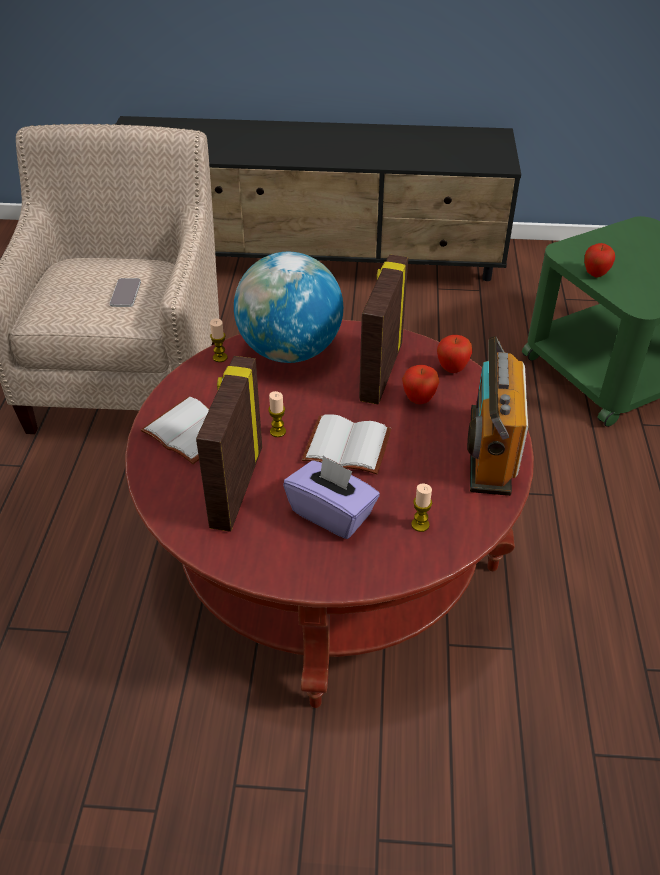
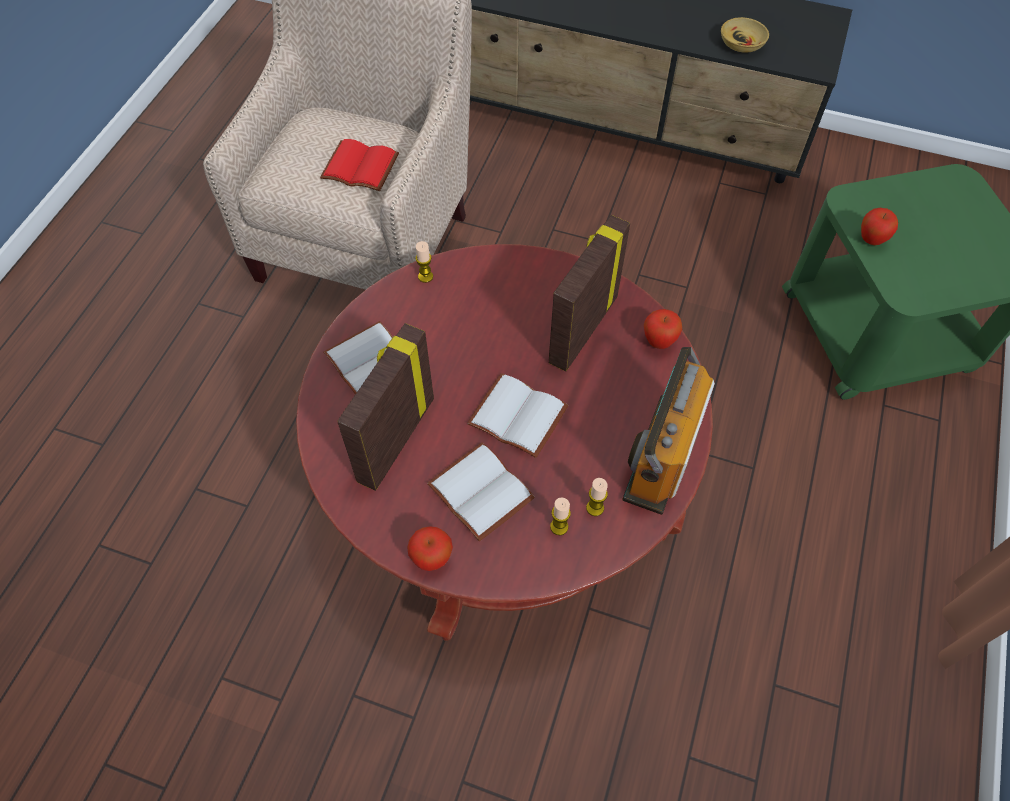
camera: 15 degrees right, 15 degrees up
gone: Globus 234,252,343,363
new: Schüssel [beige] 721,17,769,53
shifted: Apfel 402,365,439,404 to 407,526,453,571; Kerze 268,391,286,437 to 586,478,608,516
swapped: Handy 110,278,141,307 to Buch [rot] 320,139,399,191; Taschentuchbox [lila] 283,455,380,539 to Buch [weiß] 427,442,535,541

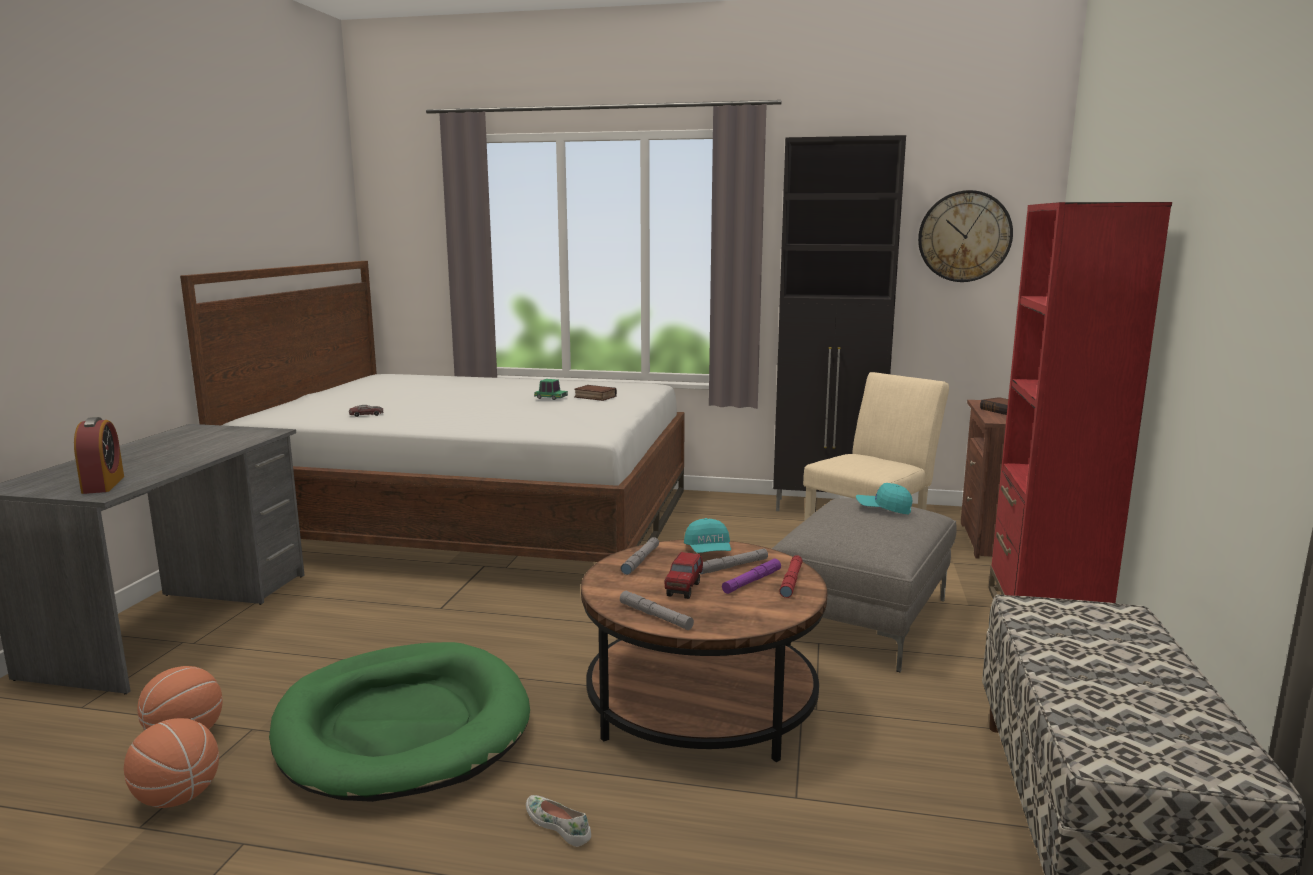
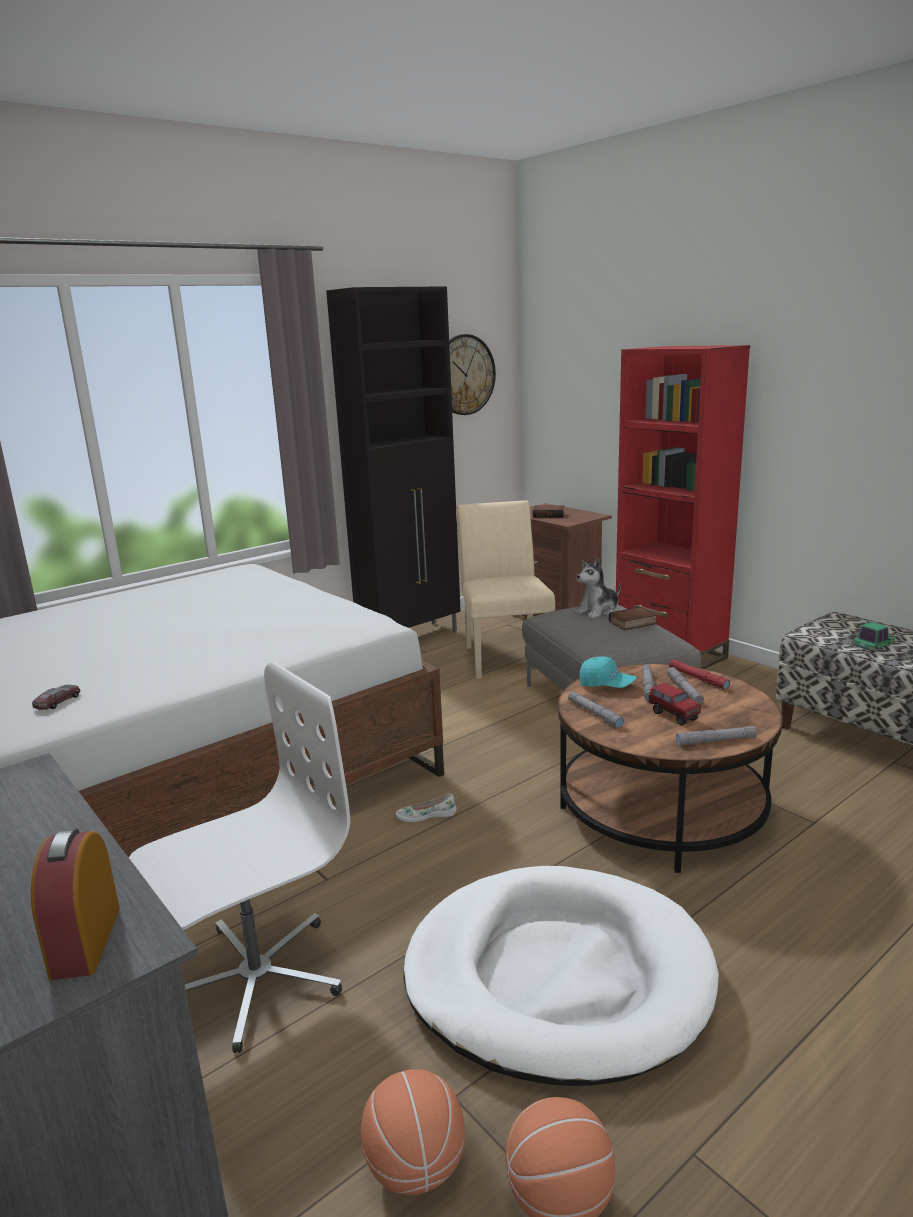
camera: 50 degrees left, 5 degrees up
new: Bürostuhl [weiß] 129,662,350,1053
shifted: Spielzeugauto 534,379,568,400 to 853,622,895,652; Buch 574,385,617,401 to 609,607,658,630; Schuh [weiß] 526,795,591,847 to 396,793,457,822
swapped: Kappe [türkis] 856,483,912,514 to Plüschtier 575,557,621,619
repainted: Taschenlampe [lila] 722,559,781,594 to Taschenlampe [grau] 667,667,704,704; Hundebett [grün] 269,642,530,802 to Hundebett [weiß] 403,866,719,1086
rotated: Wecker 74,417,124,494 = 31,828,120,980 120 degrees counterclockwise

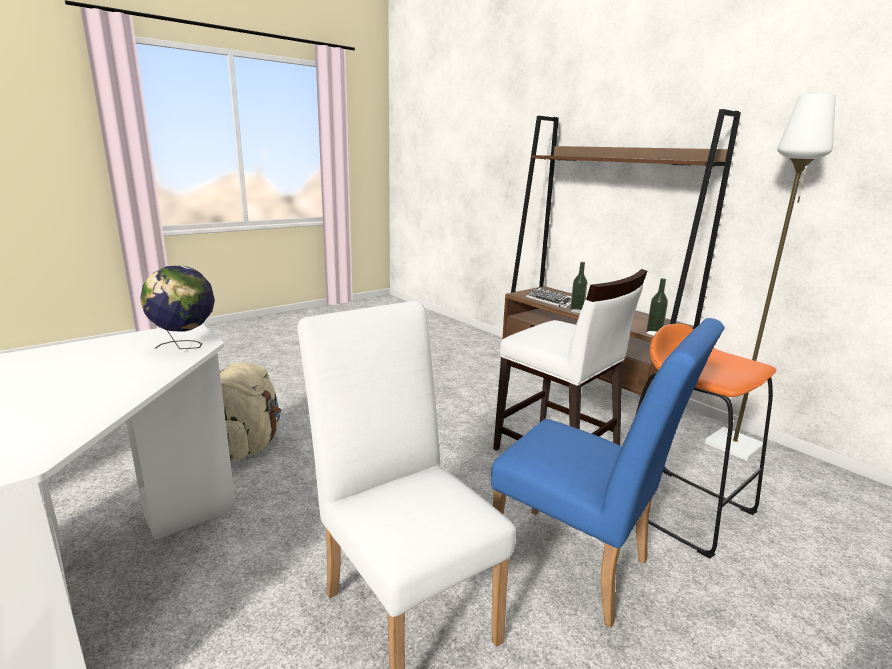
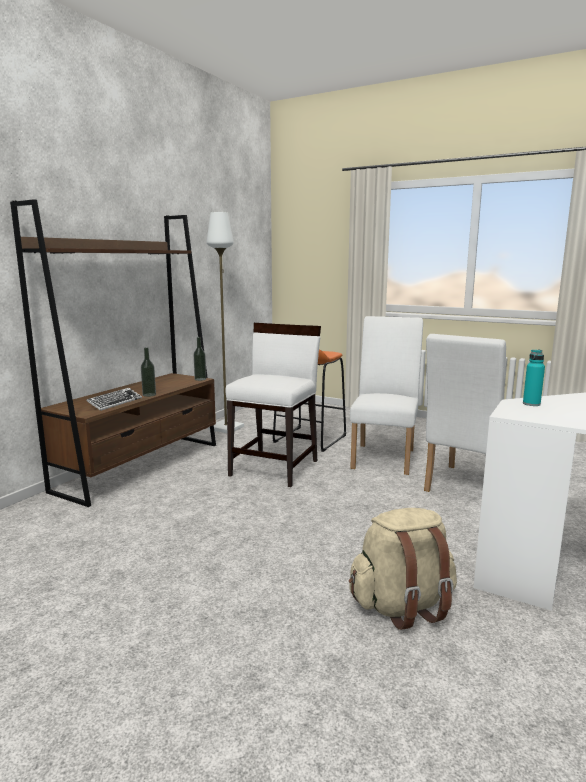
camera: 110 degrees left, 5 degrees down
swapped: Globus 141,266,215,349 to Flasche [türkis] 523,349,545,406
repainted: Stuhl [blau] 491,318,725,627 to Stuhl [weiß] 350,316,423,475

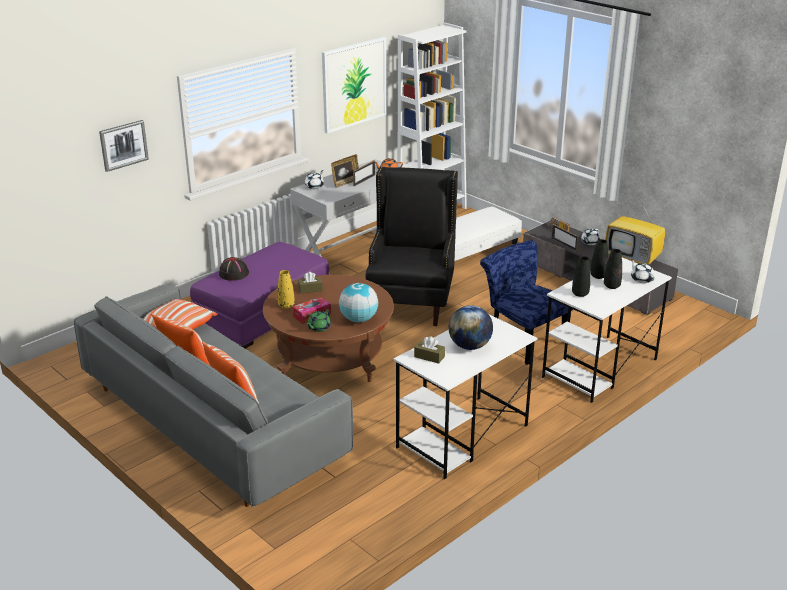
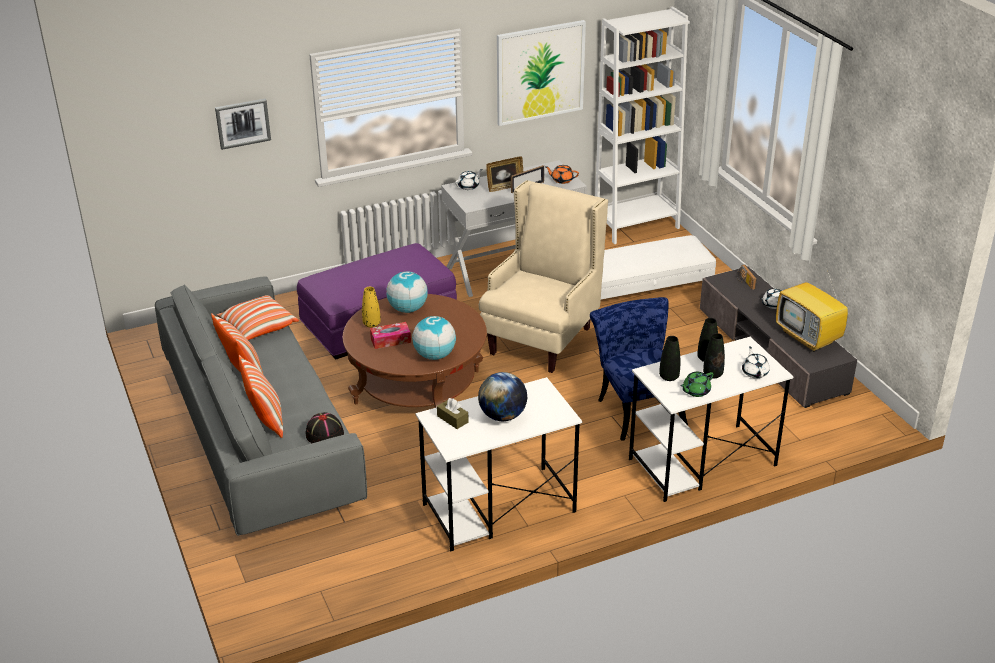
camera: 20 degrees right, 5 degrees up
gone: Bilderrahmen 551,224,579,251
shifted: Hut [schwarz] 219,257,249,281 to 306,412,344,443; Teekanne [grün] 306,310,331,332 to 680,372,713,397
swapped: Taschentuchbox [braun] 298,272,323,294 to Globus 386,271,428,313
repainted: Sessel [schwarz] 365,167,458,326 to Sessel [beige] 479,180,608,373

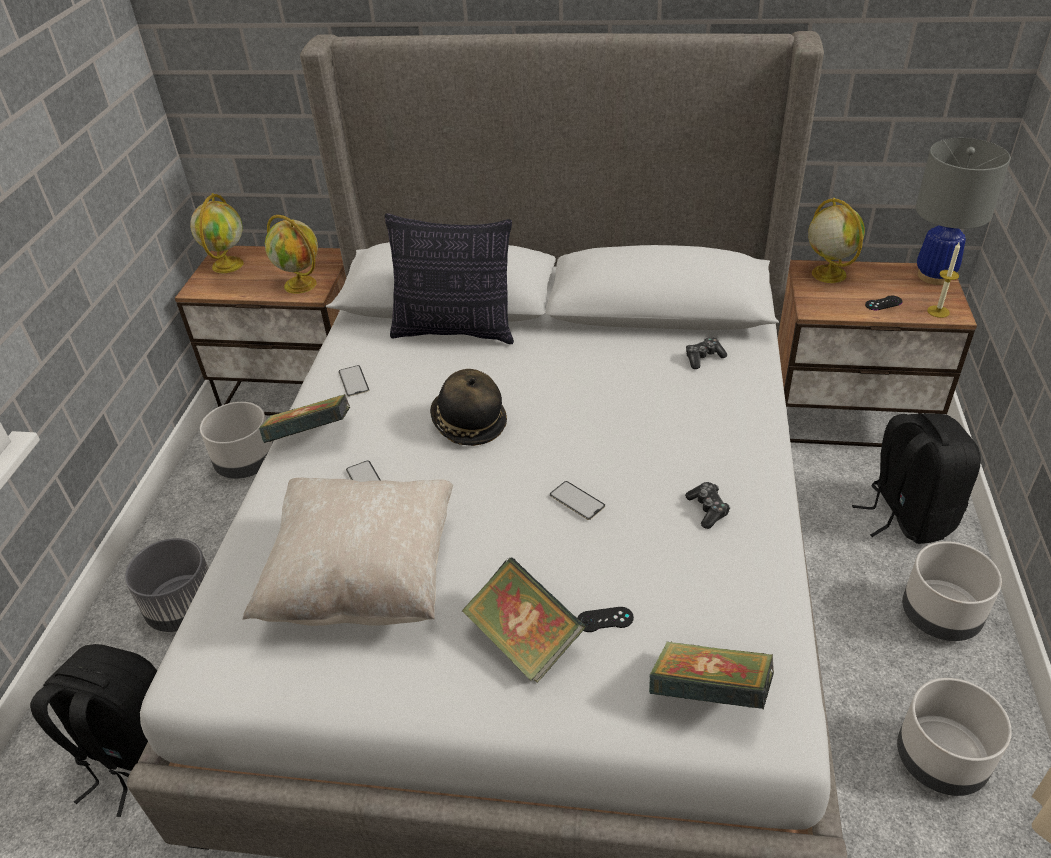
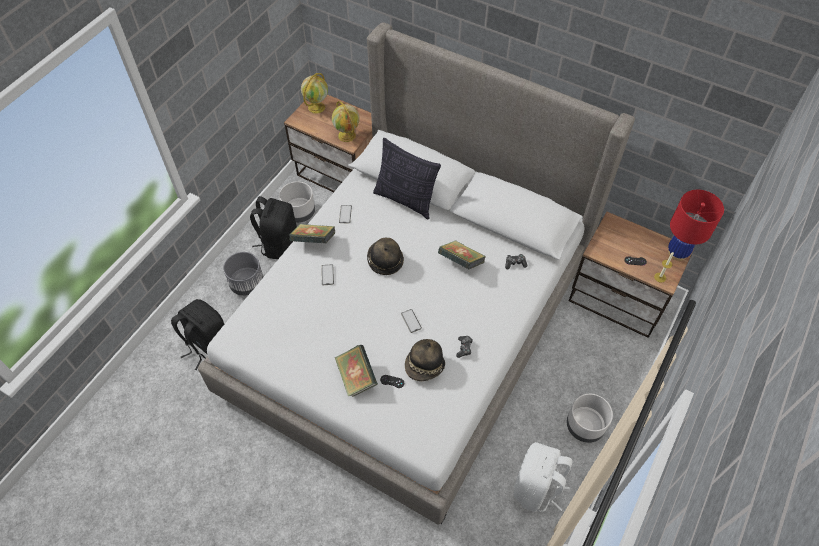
camera: 20 degrees right, 15 degrees up
gone: Globus 808,198,865,283; Kissen [beige] 243,478,453,626
new: Hut 405,339,445,381
shifted: Rucksack [schwarz] 852,413,981,544 to 250,196,297,259; Buch 649,642,774,710 to 438,240,486,270
swapped: Pflanzkübel [grau] 897,678,1012,796 to Rucksack [weiß] 514,442,572,512
repainted: Tischlampe [grau] 916,138,1010,285 to Tischlampe [rot] 668,190,724,261

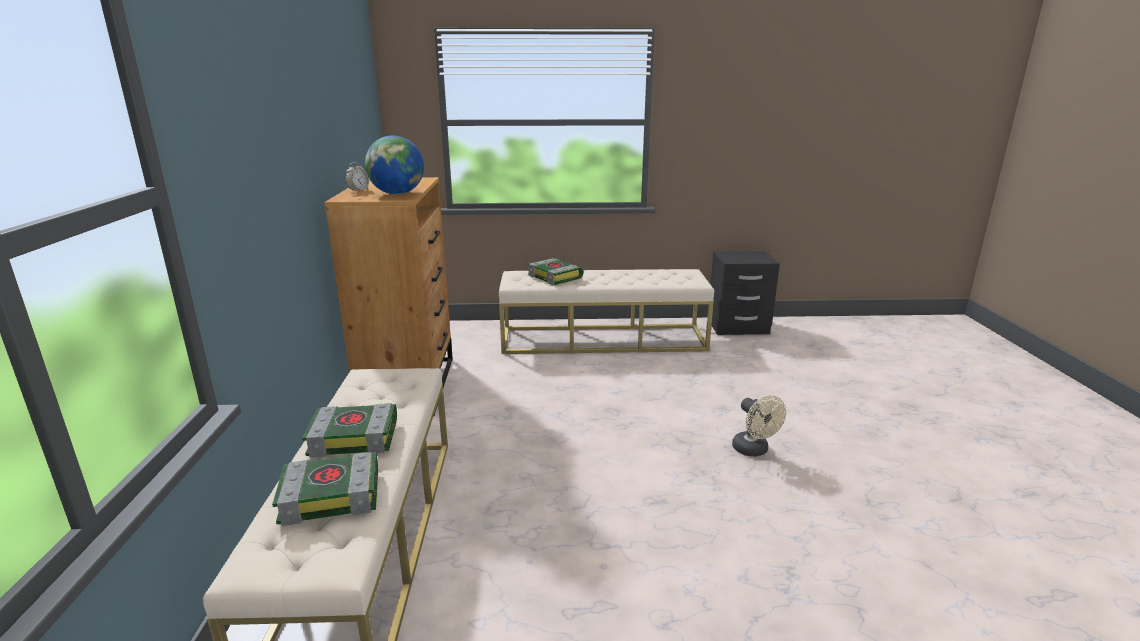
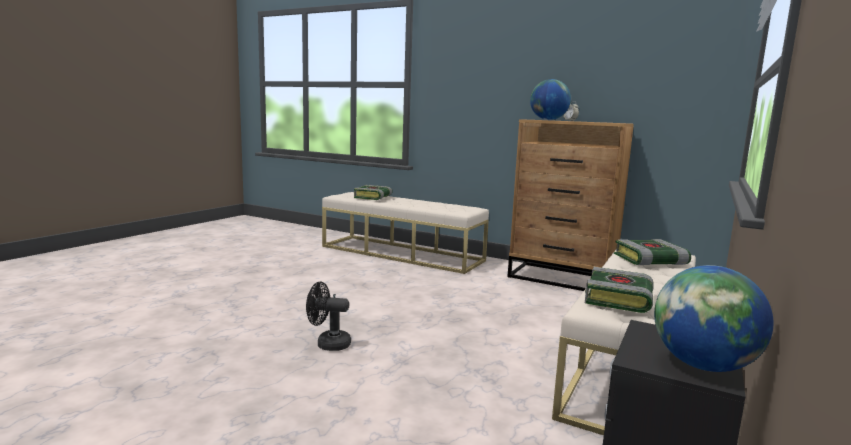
camera: 120 degrees right, 10 degrees down
new: Globus 654,265,773,372
shifted: Buch 302,403,397,458 to 585,267,654,313
repainted: Ventilator [beige] 732,395,786,457 to Ventilator [schwarz] 306,282,351,351

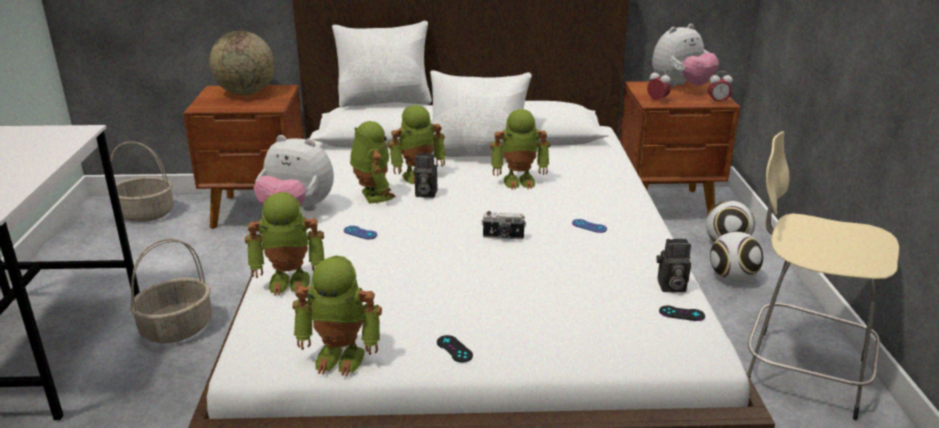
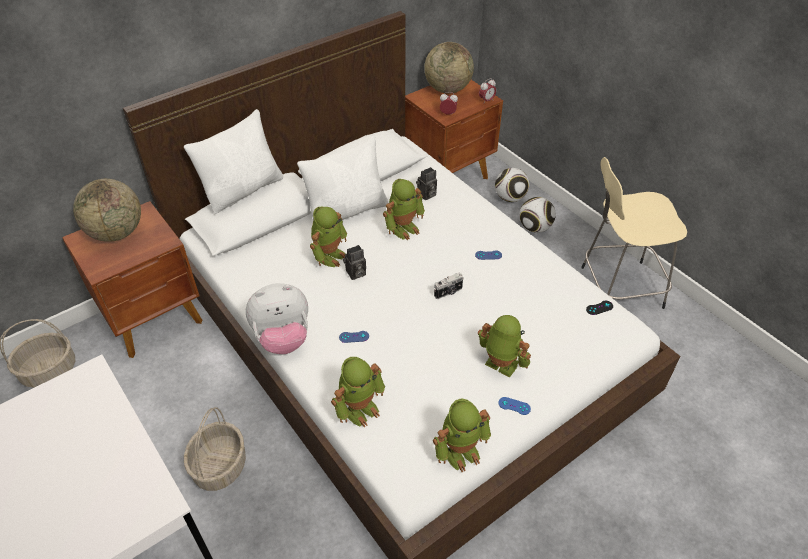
camera: 35 degrees left, 20 degrees up
shifted: Spielzeugroboter 350,121,396,204 to 477,315,531,377; Kamera 657,239,691,292 to 416,167,437,200
swapped: Plüschtier 652,24,719,87 to Globus 424,42,474,94
repainted: Gamepad [schwarz] 437,335,473,362 to Gamepad [blau] 498,397,531,415

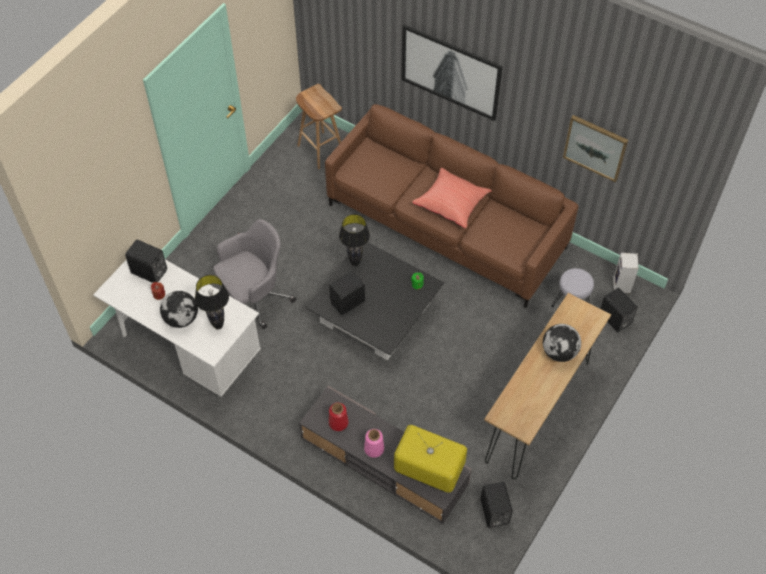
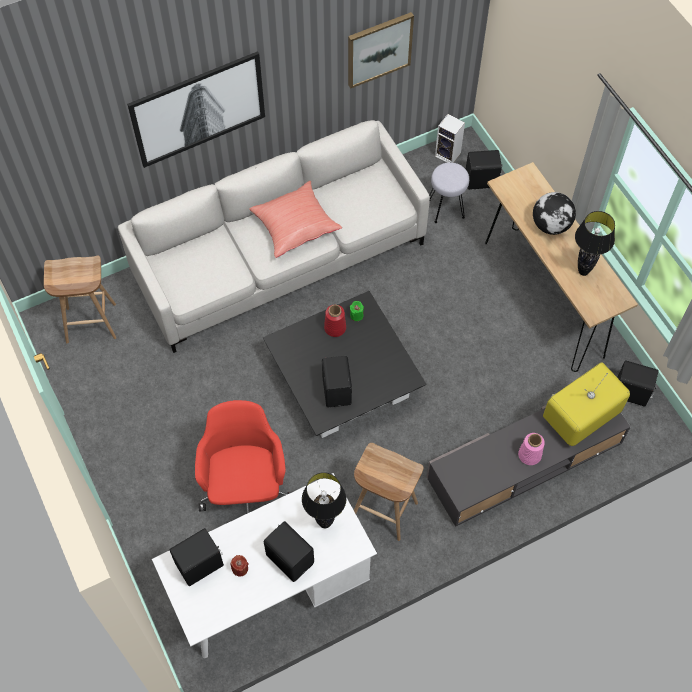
camera: 60 degrees left, 5 degrees up
new: Hocker [braun] 354,443,424,541
shifted: Tischlampe [schwarz] 339,214,370,267 to 575,211,615,276; Vase [rot] 329,403,348,431 to 324,305,346,337
swapped: Globus 160,291,198,328 to Lautsprecher [schwarz] 264,521,314,582
repainted: Sofa [braun] 325,104,578,308 to Sofa [grau] 118,120,430,353; Bürostuhl [grau] 213,219,296,329 to Bürostuhl [rot] 195,400,292,513

